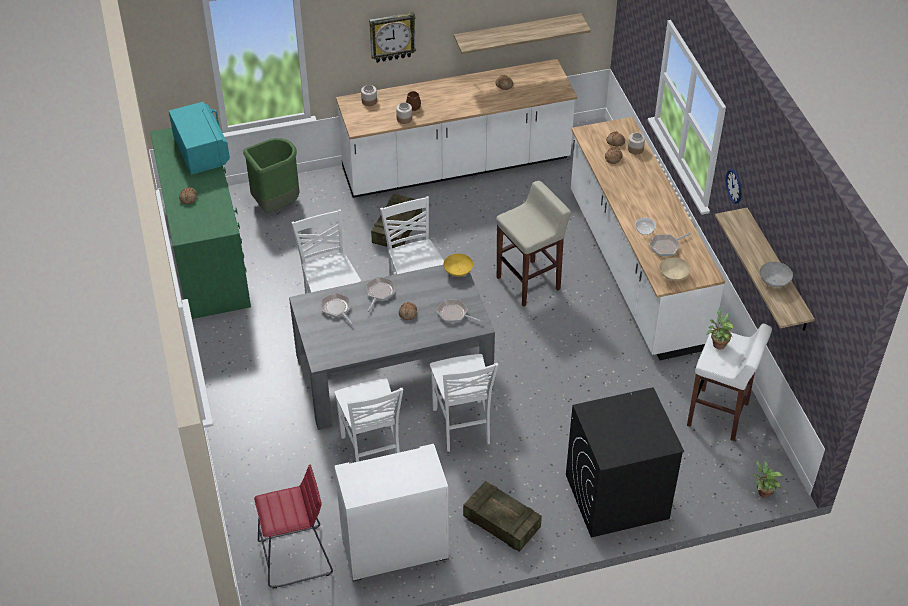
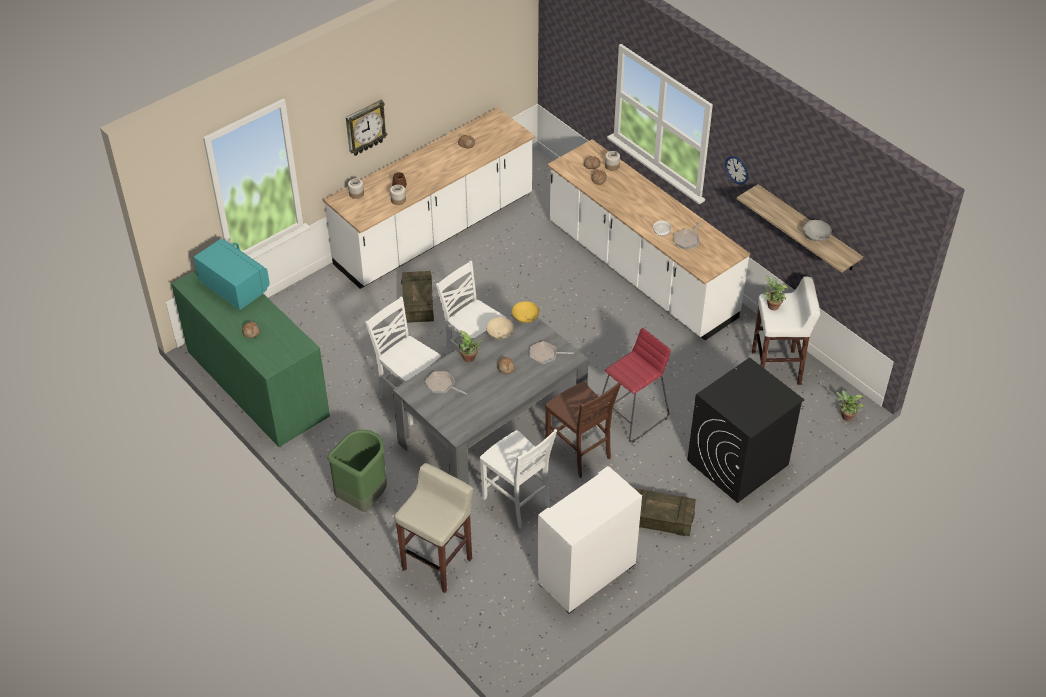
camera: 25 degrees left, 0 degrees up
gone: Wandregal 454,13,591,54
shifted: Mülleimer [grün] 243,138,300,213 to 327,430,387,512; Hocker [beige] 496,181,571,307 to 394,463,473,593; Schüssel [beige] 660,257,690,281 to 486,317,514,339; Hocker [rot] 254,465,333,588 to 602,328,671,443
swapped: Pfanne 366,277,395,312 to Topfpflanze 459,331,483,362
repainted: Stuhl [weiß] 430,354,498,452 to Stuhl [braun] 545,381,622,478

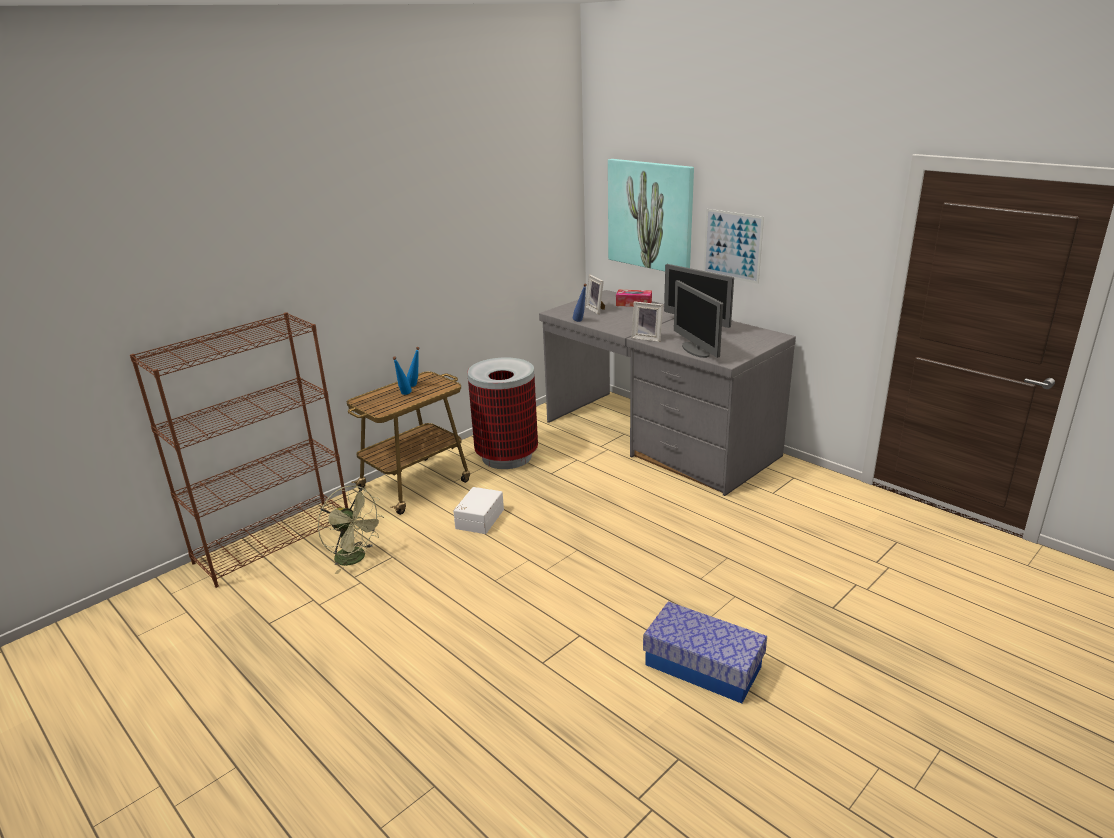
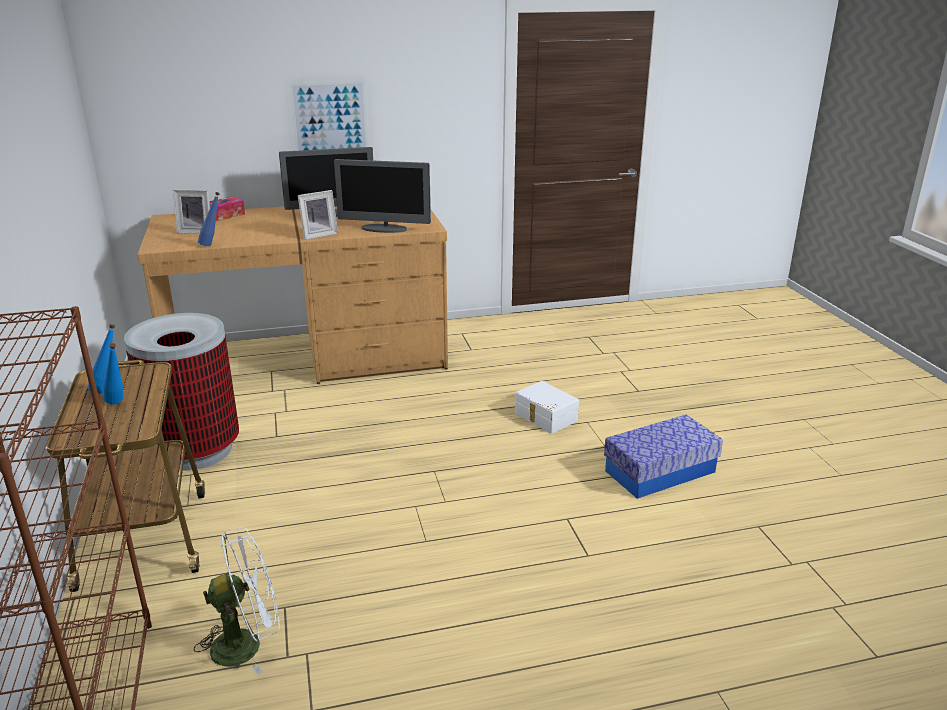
camera: 60 degrees left, 0 degrees up
gone: Bild 608,159,694,271
shifted: Aufbewahrungsbox [weiß] 453,487,504,534 to 515,381,579,434
repainted: Schreibtisch [grau] 539,290,796,496 to Schreibtisch [braun] 137,206,448,384; Ventilator [grün] 317,486,384,574 to Ventilator [weiß] 194,527,280,675

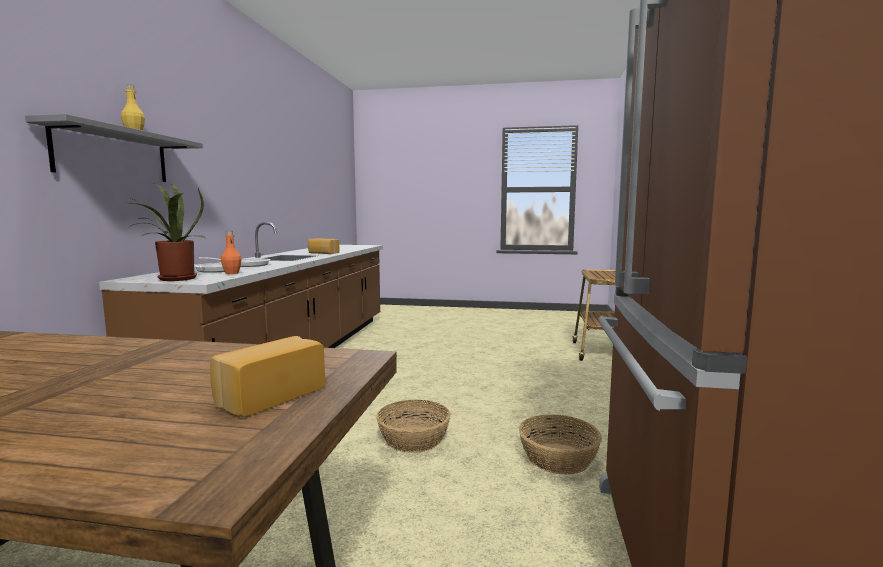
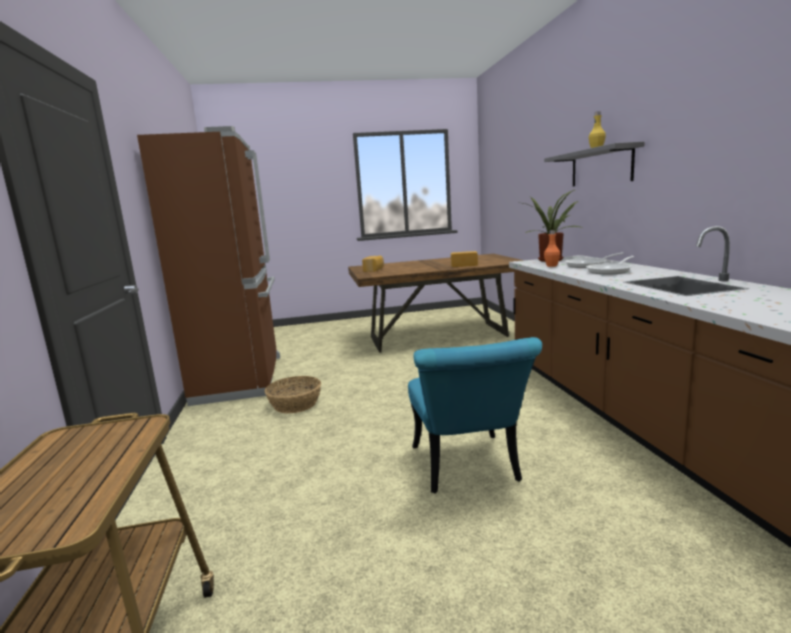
camera: 160 degrees right, 5 degrees up
gone: Korb 376,400,451,453
new: Stuhl [türkis] 408,337,542,494
shifted: Brot 308,238,340,254 to 451,251,478,267

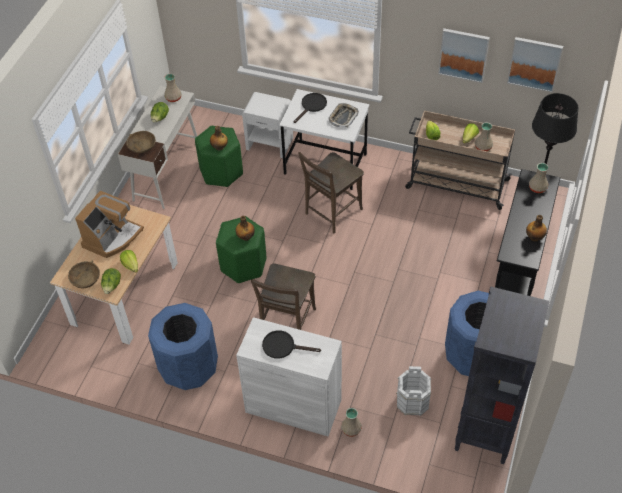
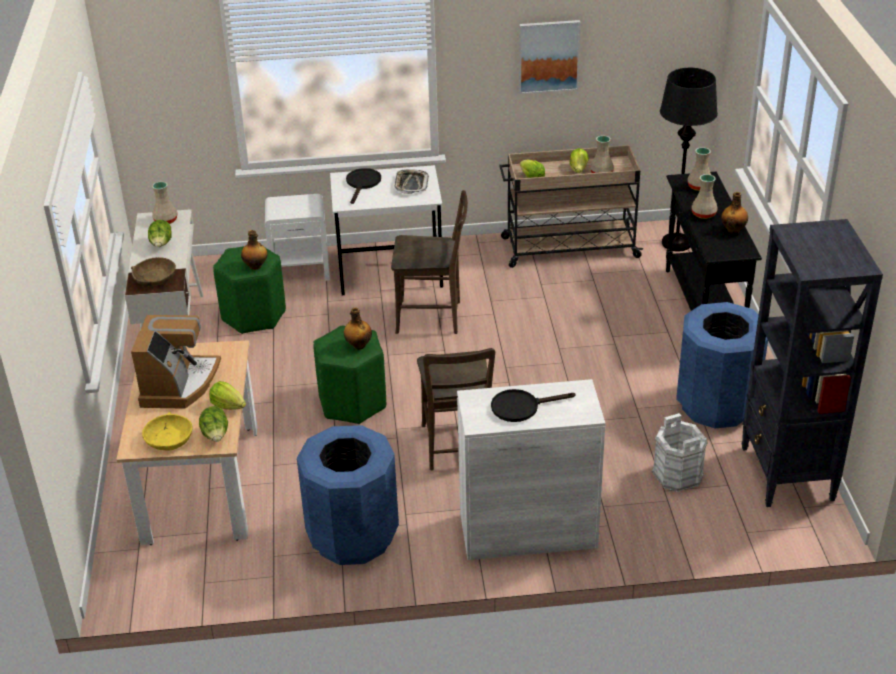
camera: 25 degrees left, 15 degrees down
gone: Bild 507,37,563,92
shifted: Vase [beige] 341,408,362,437 to 691,174,717,219
repainted: Schüssel [braun] 68,261,100,288 to Schüssel [gelb] 142,412,193,450
rotated: Stuhl [braun] 298,152,364,233 = 391,190,468,334 105 degrees counterclockwise

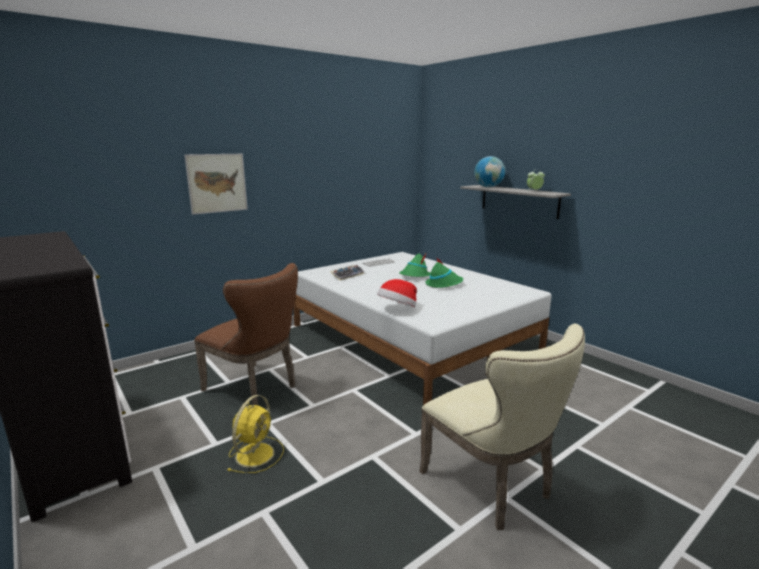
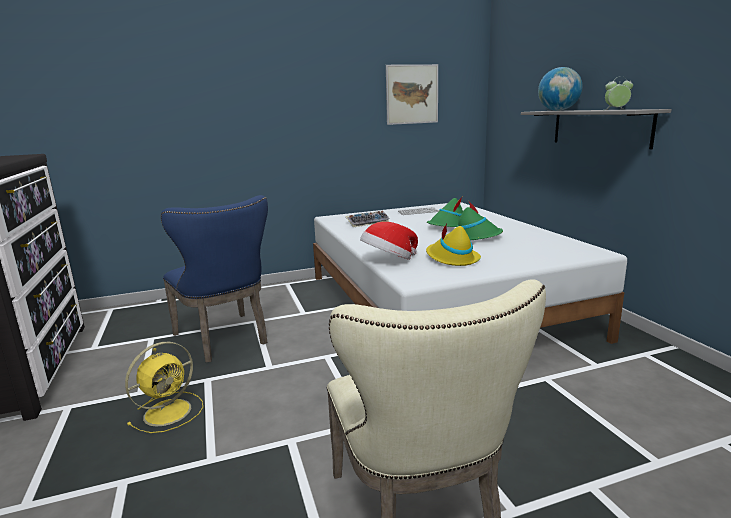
camera: 20 degrees right, 0 degrees up
new: Hut [gelb] 426,224,481,266
shifted: Bild 184,154,248,215 to 386,64,438,125
repainted: Stuhl [braun] 194,263,298,405 to Stuhl [blau] 161,195,268,362

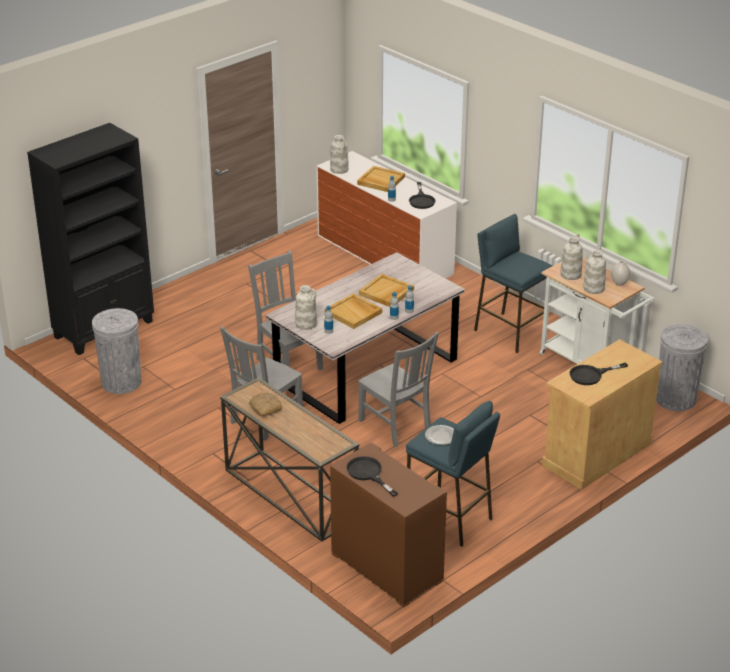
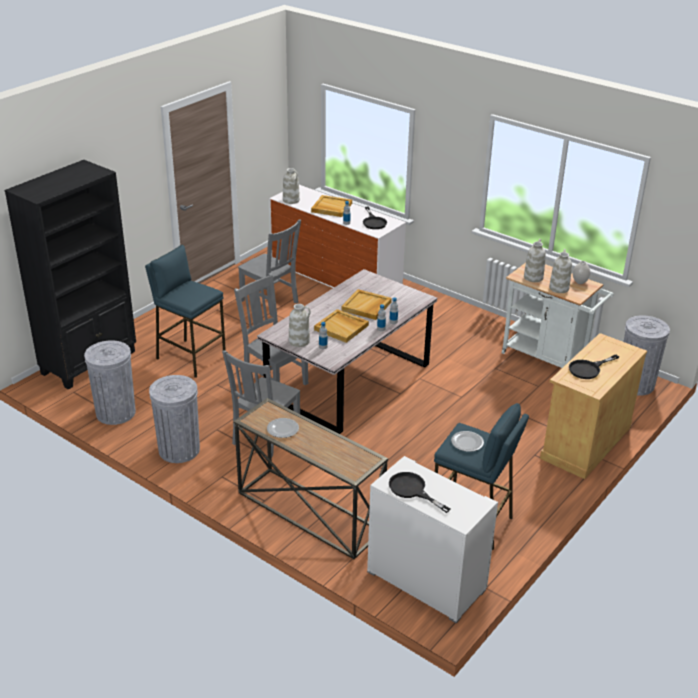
camera: 10 degrees left, 0 degrees up
new: Mülleimer [grau] 149,375,200,463
shifted: Hocker [blau] 474,214,553,353 to 145,245,226,378; Stuhl [grau] 358,332,439,447 to 238,219,301,317
swapped: Brot 249,392,282,416 to Teller 267,418,299,438
repainted: Kommode [braun] 330,442,447,608 to Kommode [weiß] 367,456,498,623

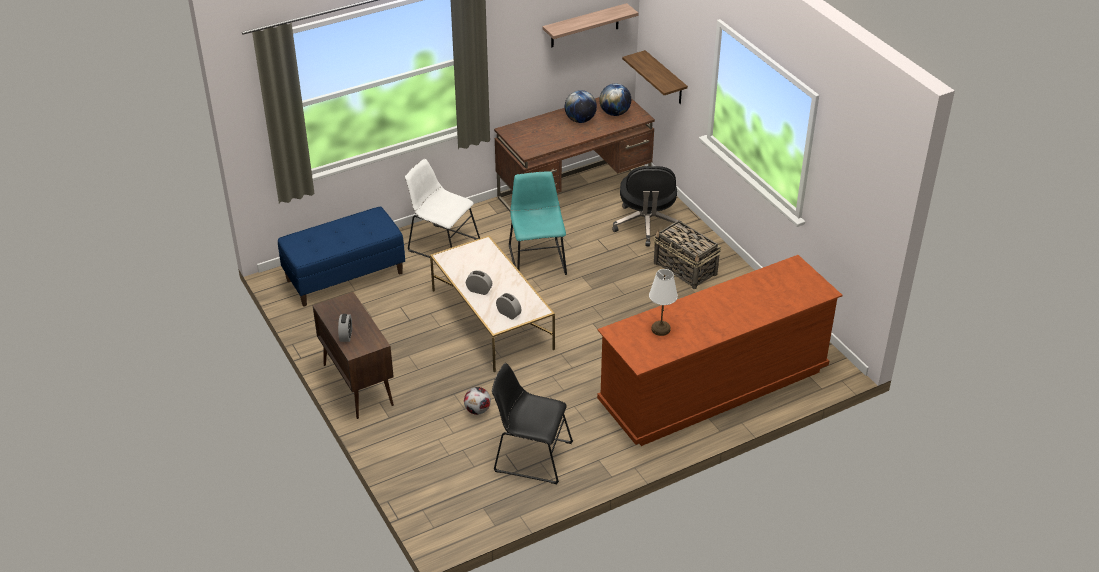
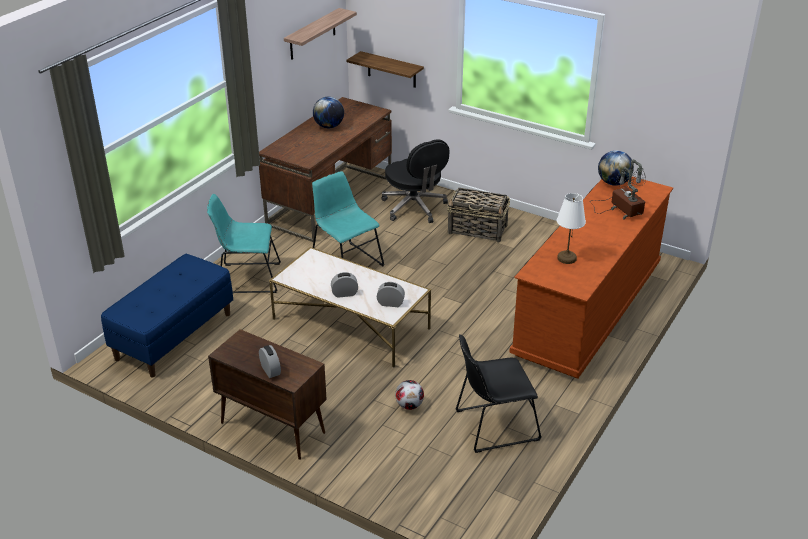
camera: 30 degrees left, 5 degrees down
new: Tischlampe 590,159,646,219
shifted: Globus 599,84,631,116 to 598,150,634,186
repainted: Stuhl [weiß] 405,159,480,258 to Stuhl [türkis] 207,194,281,293

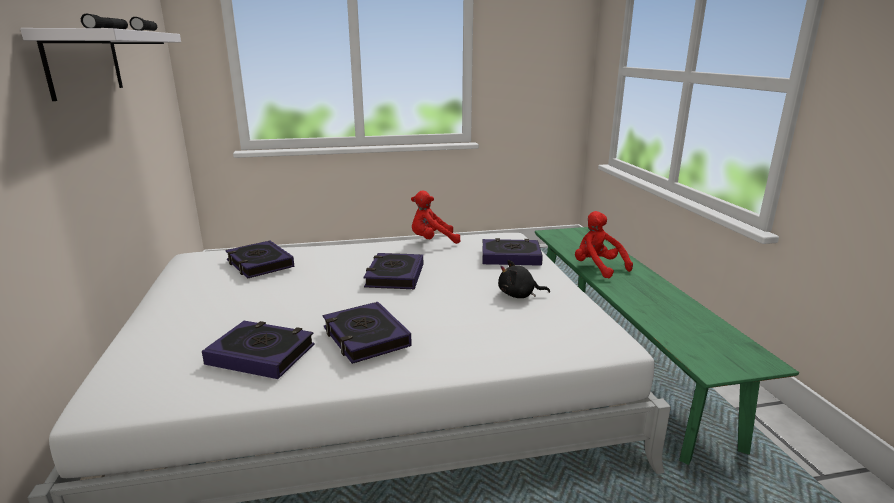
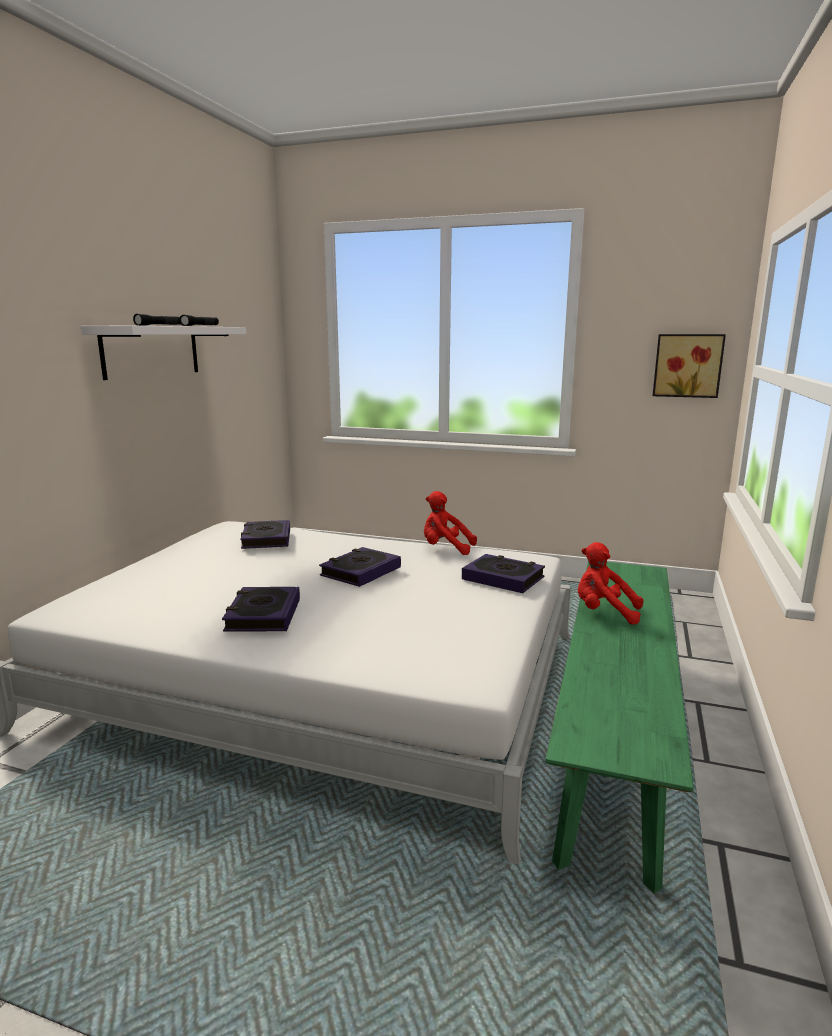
camera: 30 degrees right, 5 degrees down
gone: Plüschtier [schwarz] 498,260,550,298; Buch 202,321,315,379
new: Bild 653,334,726,398
rotated: Plüschtier [rot] 575,211,633,279 = 578,542,643,624 60 degrees counterclockwise

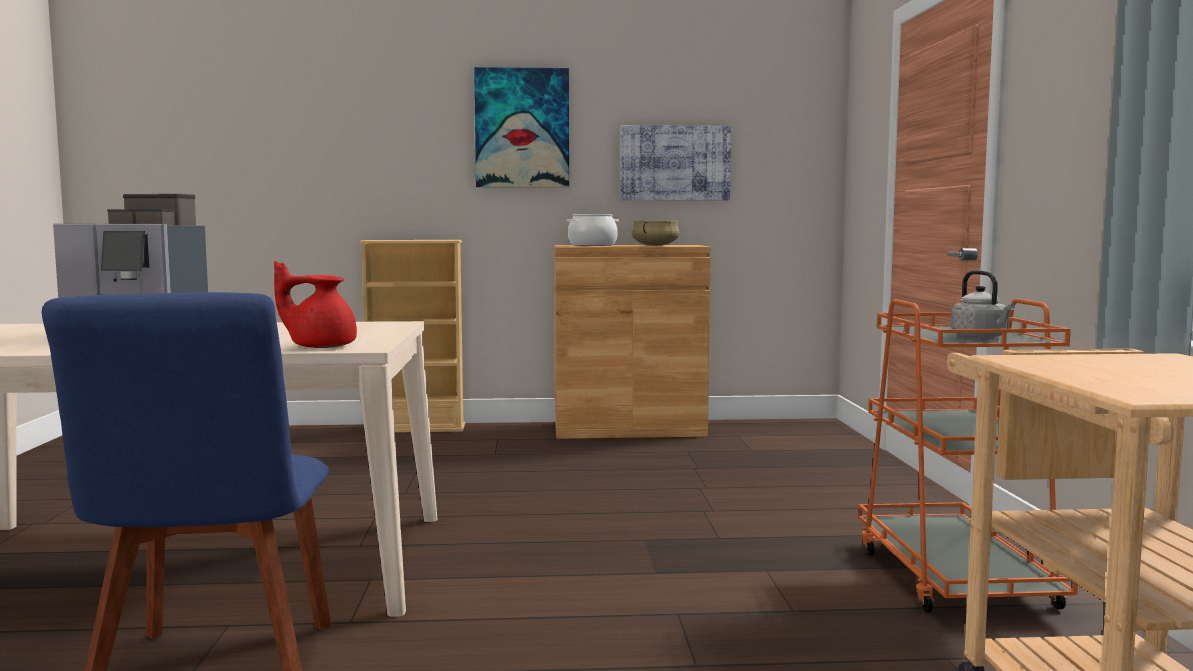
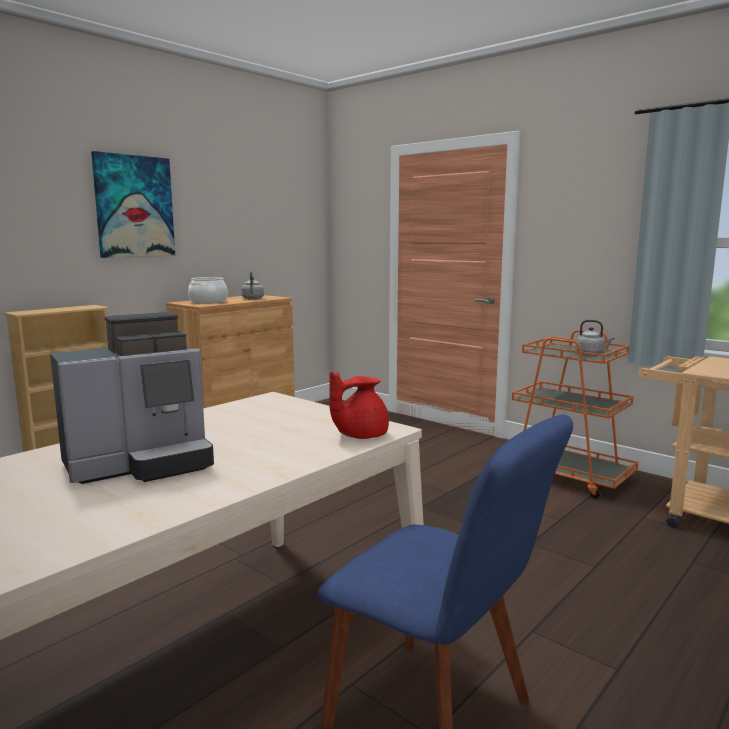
camera: 45 degrees left, 5 degrees up
gone: Bild 620,125,731,200
swapped: Kochtopf [beige] 632,221,680,246 to Wasserkessel [grau] 241,271,264,300

